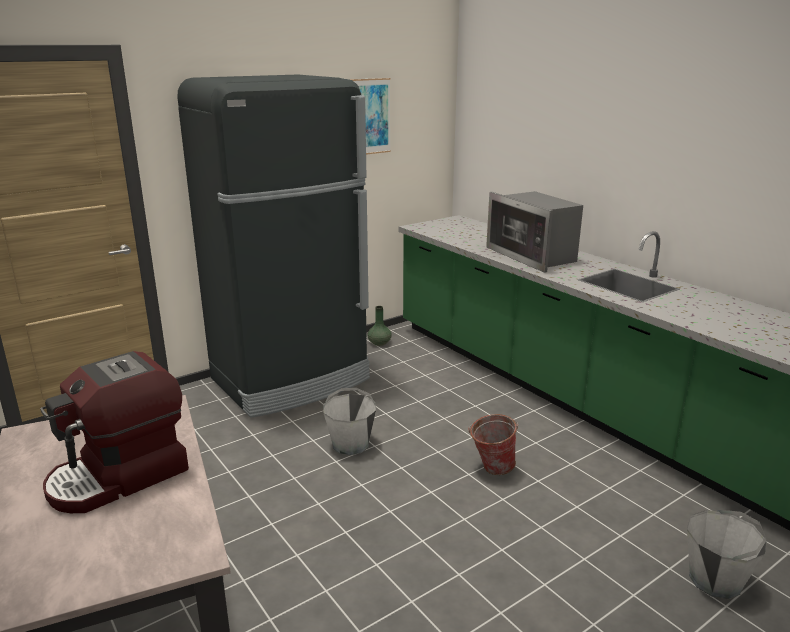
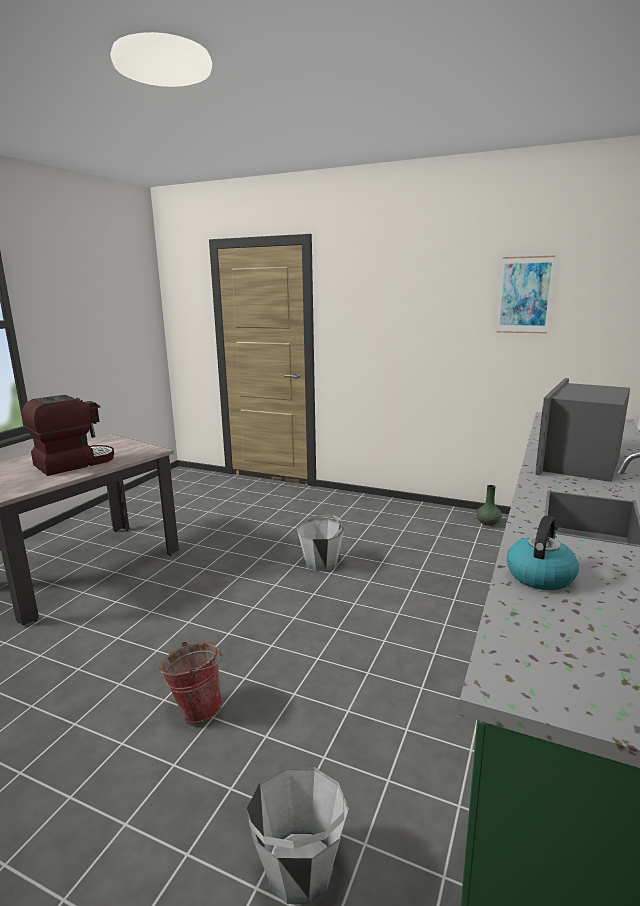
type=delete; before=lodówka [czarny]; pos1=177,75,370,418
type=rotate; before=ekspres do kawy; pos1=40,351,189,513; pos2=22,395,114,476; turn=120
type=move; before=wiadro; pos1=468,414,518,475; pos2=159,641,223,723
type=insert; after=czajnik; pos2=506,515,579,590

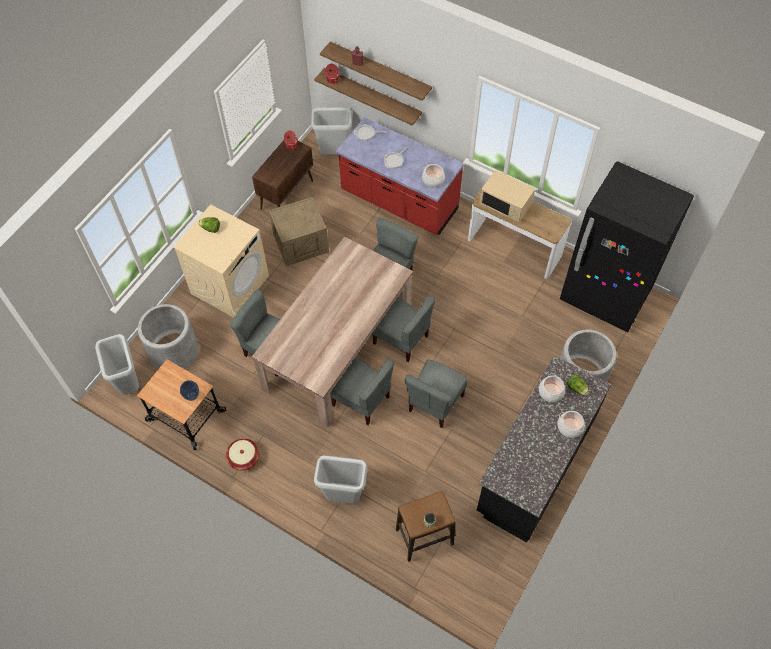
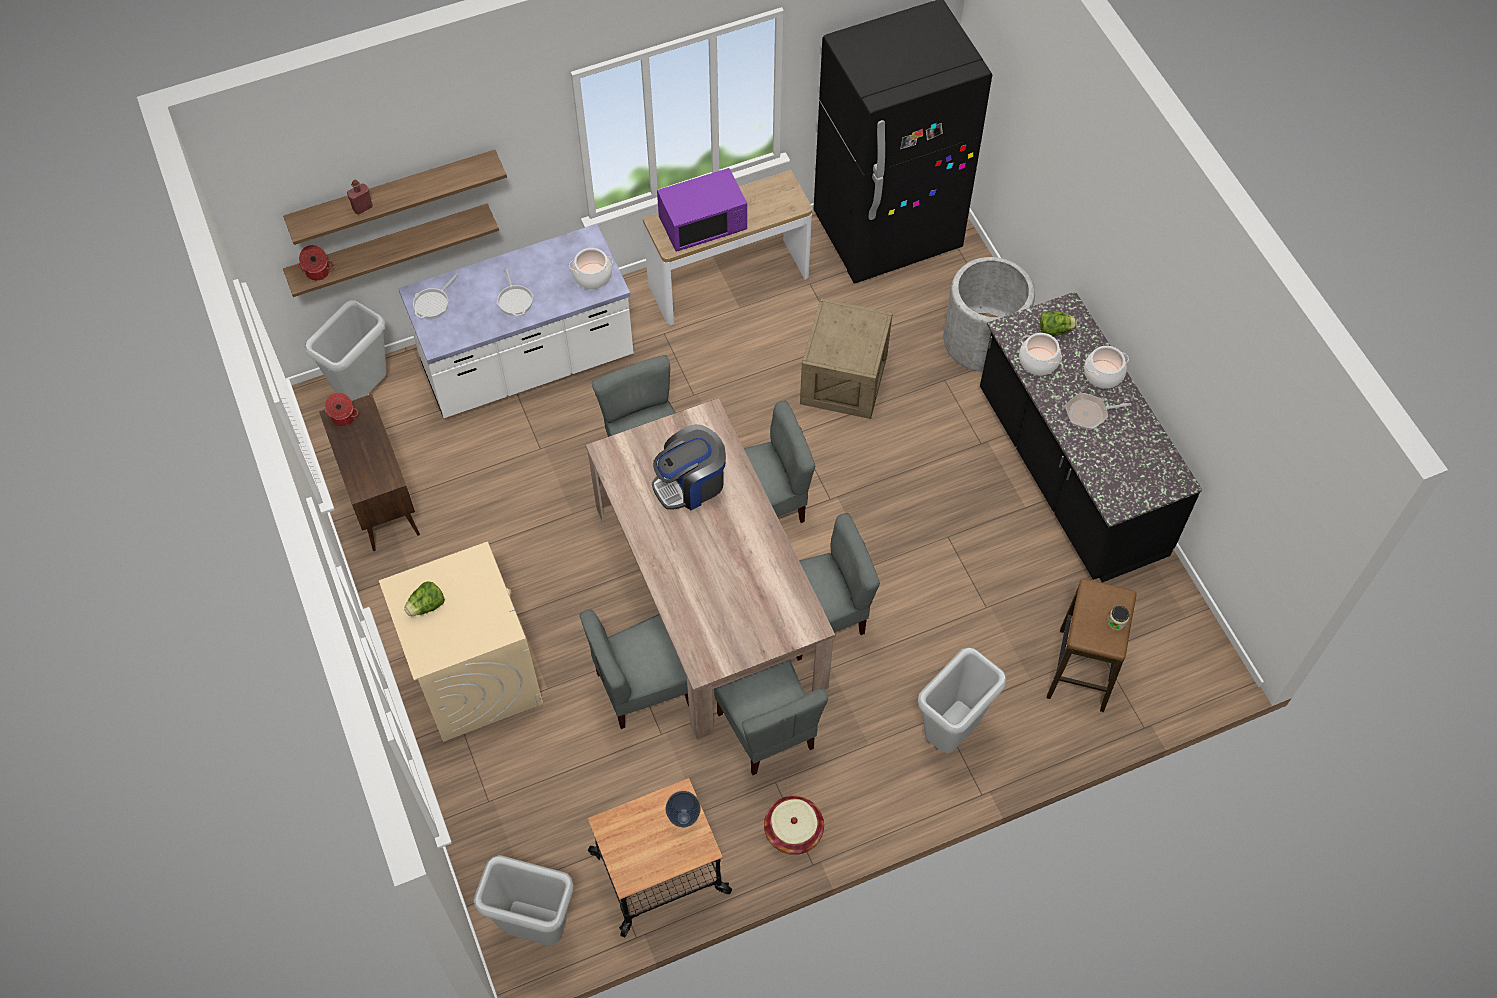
type=recolor; before=zabudowa kuchenna [czerwony]; after=zabudowa kuchenna [biały]; pos1=336,117,464,235; pos2=398,224,634,418
type=recolor; before=mikrofalówka [beżowy]; after=mikrofalówka [fioletowy]; pos1=479,170,535,223; pos2=657,168,747,252
type=move; before=skrzynka; pos1=269,197,329,266; pos2=800,298,893,419
type=delete; before=donica [szary]; pos1=138,304,198,369
type=move; before=krzesło [szary]; pos1=405,359,468,428; pos2=714,659,828,775
type=insert; after=patelnia; pos2=1065,393,1131,430
type=insert; after=ekspres do kawy; pos2=652,424,726,510

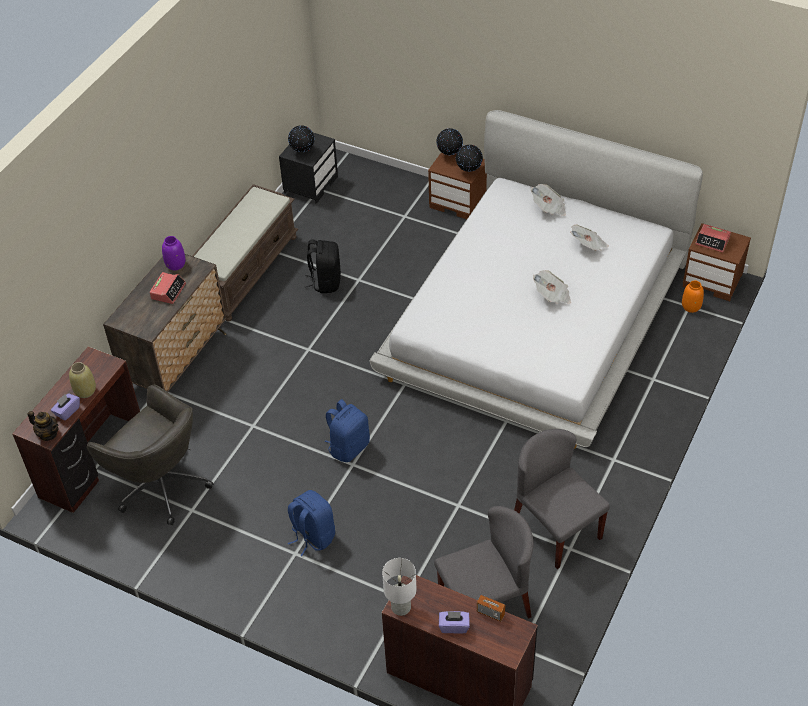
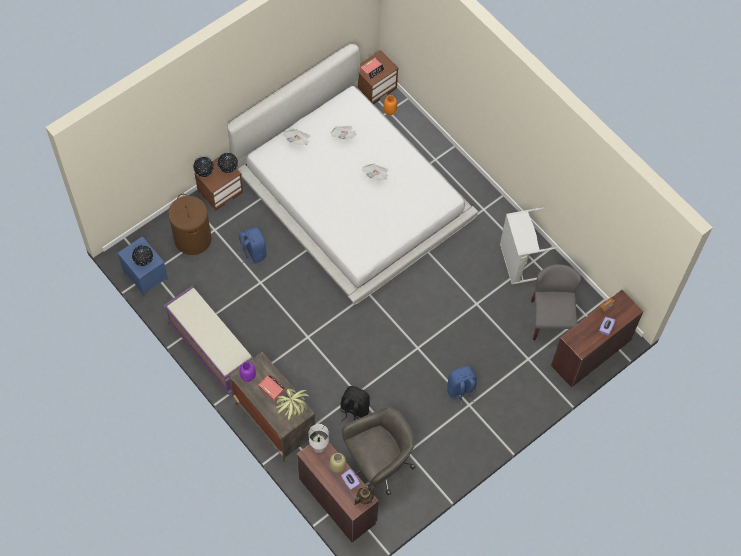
type=recolor; before=szafka nocna [czarny]; after=szafka nocna [niebieski]; pos1=279,133,338,204; pos2=118,236,168,296
type=recolor; before=ławka [brązowy]; after=ławka [fioletowy]; pos1=192,184,298,322; pos2=163,286,253,395
type=move; before=plecak [czarny]; pos1=305,239,341,293; pos2=340,386,370,421
type=move; before=plecak [niebieski]; pos1=325,399,370,462; pos2=237,227,266,264
type=replace; before=krzesło [szary]; after=kosz na pranie [szary]; pos1=514,429,610,569; pos2=500,207,557,284
type=move; before=lampa stołowa [biały]; pos1=382,558,417,616; pos2=309,424,329,453
type=insert; after=kosz na pranie [brązowy]; pos2=168,194,212,255
type=insert; after=roślina doniczkowa; pos2=276,389,309,420

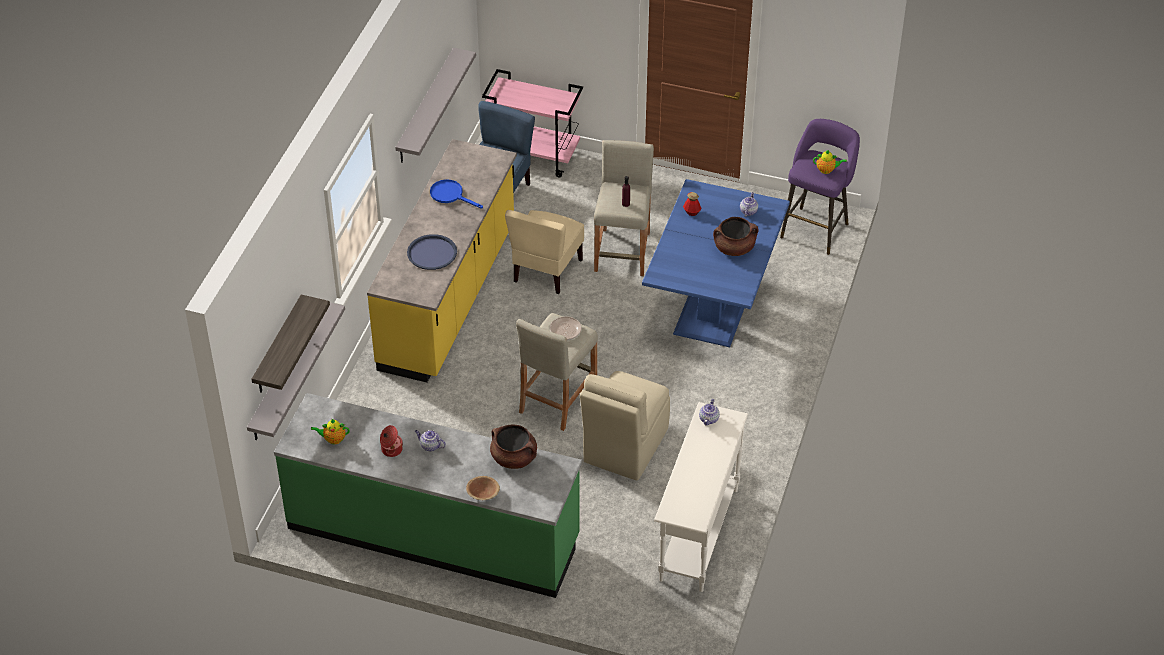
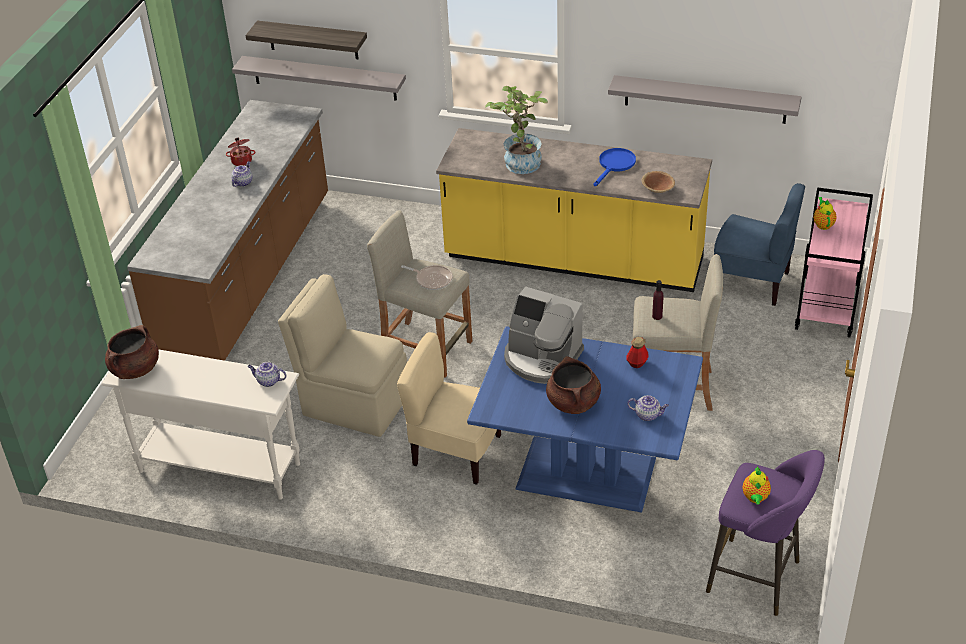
type=move; before=krzesło [beżowy]; pos1=505,210,584,294; pos2=397,332,501,484
type=replace; before=taca [niebieski]; after=roślina doniczkowa; pos1=407,234,457,270; pos2=485,86,548,174
type=recolor; before=zabudowa kuchenna [zielony]; after=zabudowa kuchenna [brązowy]; pos1=274,393,582,598; pos2=127,100,328,361
type=move; before=imbryk; pos1=311,419,350,444; pos2=813,197,837,230
type=move; before=garnek [brązowy]; pos1=490,425,537,469; pos2=105,325,159,379
type=move; before=miska [brązowy]; pos1=466,476,500,500; pos2=642,171,675,193
type=insert; after=ekspres do kawy; pos2=504,286,584,384

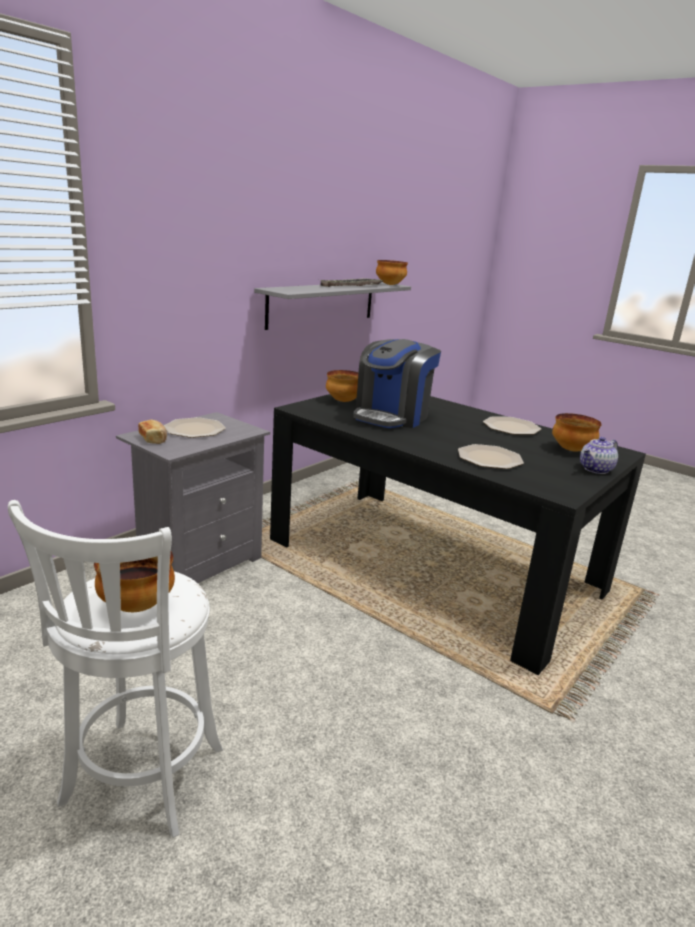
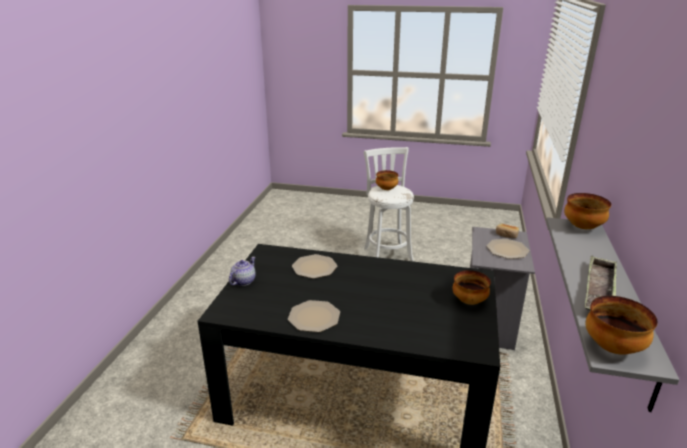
type=delete; before=ekspres do kawy; pos1=353,339,441,428
type=move; before=miska; pos1=552,413,602,451; pos2=564,193,611,229

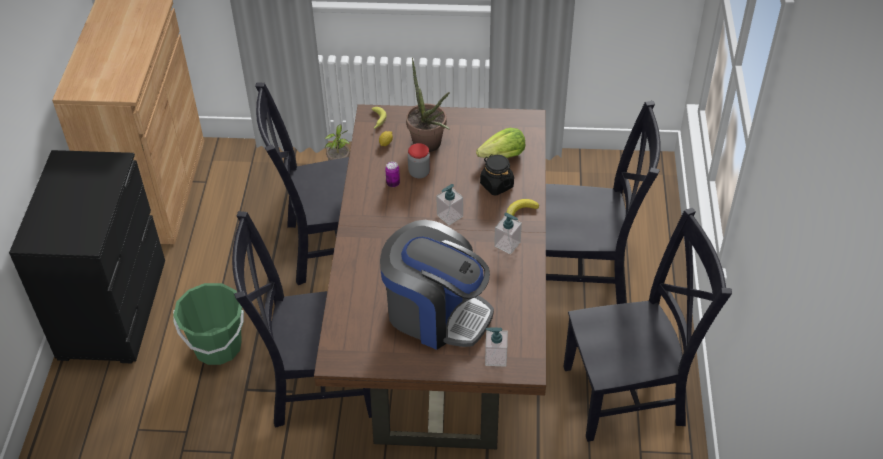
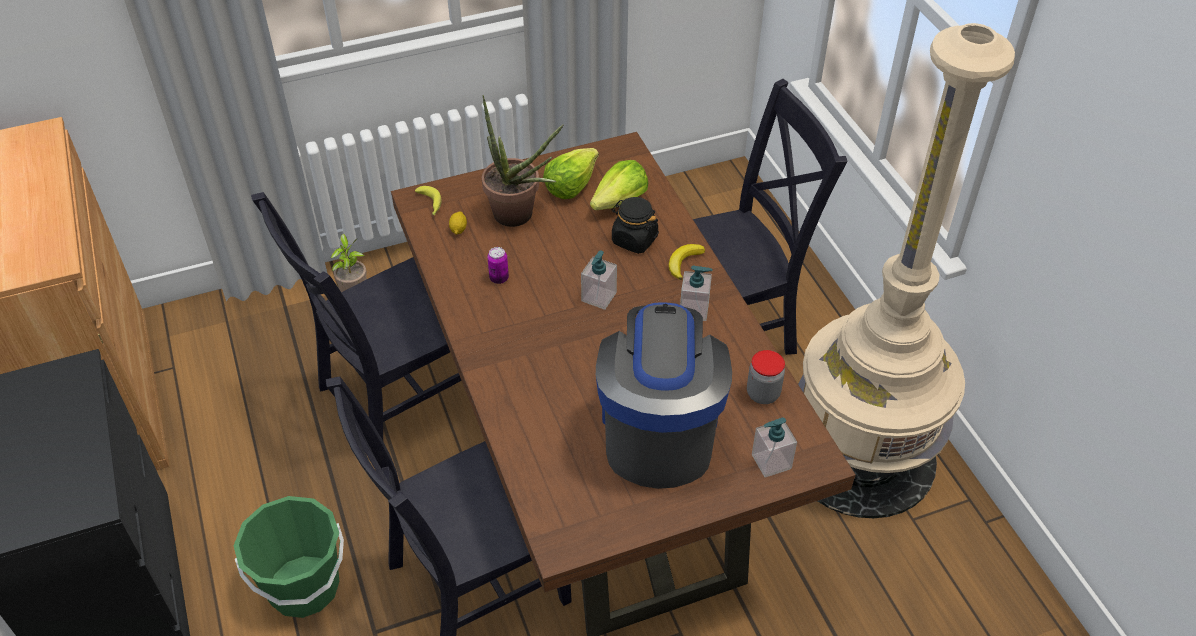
type=move; before=słoik; pos1=408,143,430,179; pos2=747,350,785,404
type=replace; before=krzesło [czarny]; after=lampa stojąca [beżowy]; pos1=563,208,732,442; pos2=798,23,1015,518
type=rotate; before=ekspres do kawy; pos1=380,220,494,350; pos2=596,302,732,489; turn=-90
type=insert; after=sałata; pos2=543,148,599,199

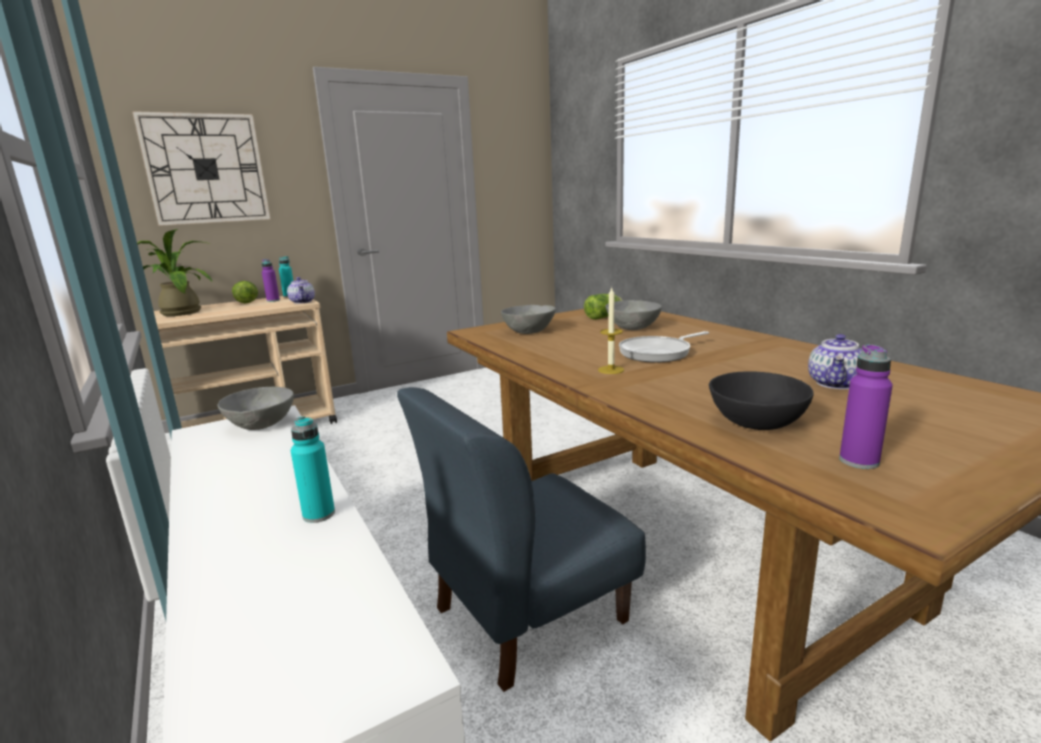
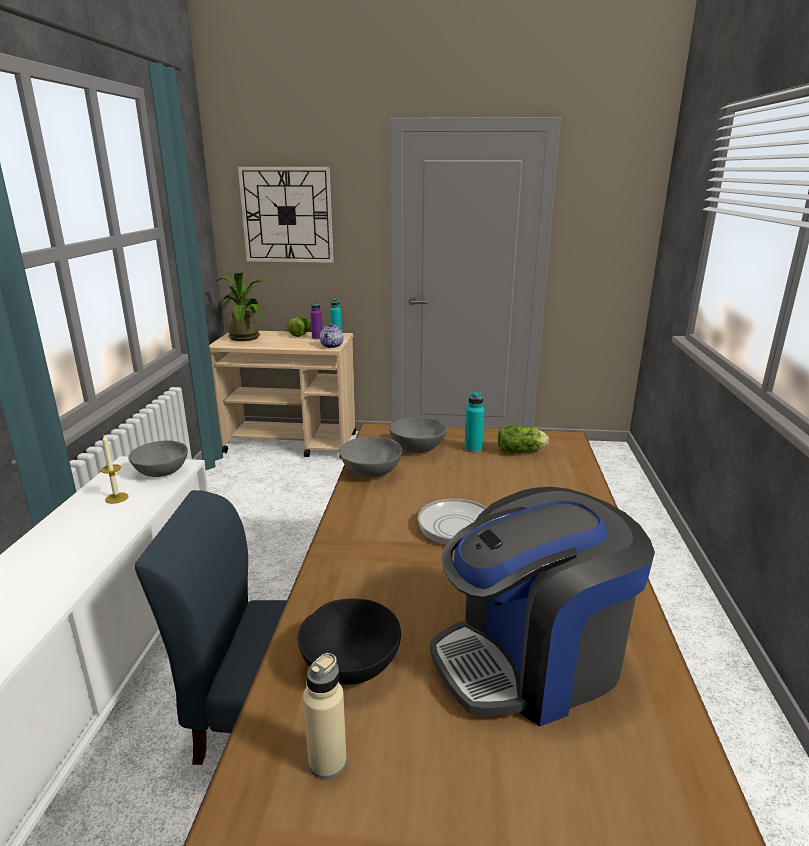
type=move; before=świeca; pos1=598,286,624,374; pos2=101,435,128,504
type=move; before=miska [szary]; pos1=606,300,662,330; pos2=339,436,402,478
type=replace; before=imbryk; after=ekspres do kawy; pos1=808,334,862,389; pos2=430,487,655,727
type=recolor; before=butelka [fioletowy]; after=butelka [beżowy]; pos1=839,344,893,469; pos2=303,653,347,779
type=move; before=butelka [turkusowy]; pos1=291,416,335,523; pos2=464,391,485,452

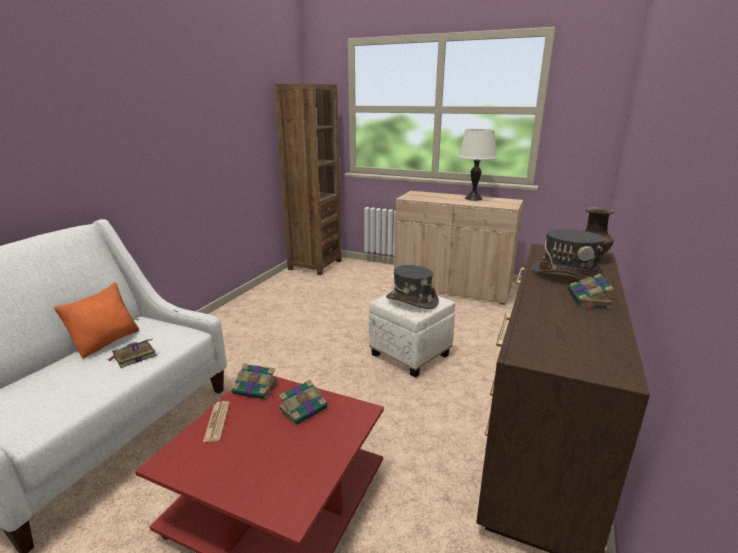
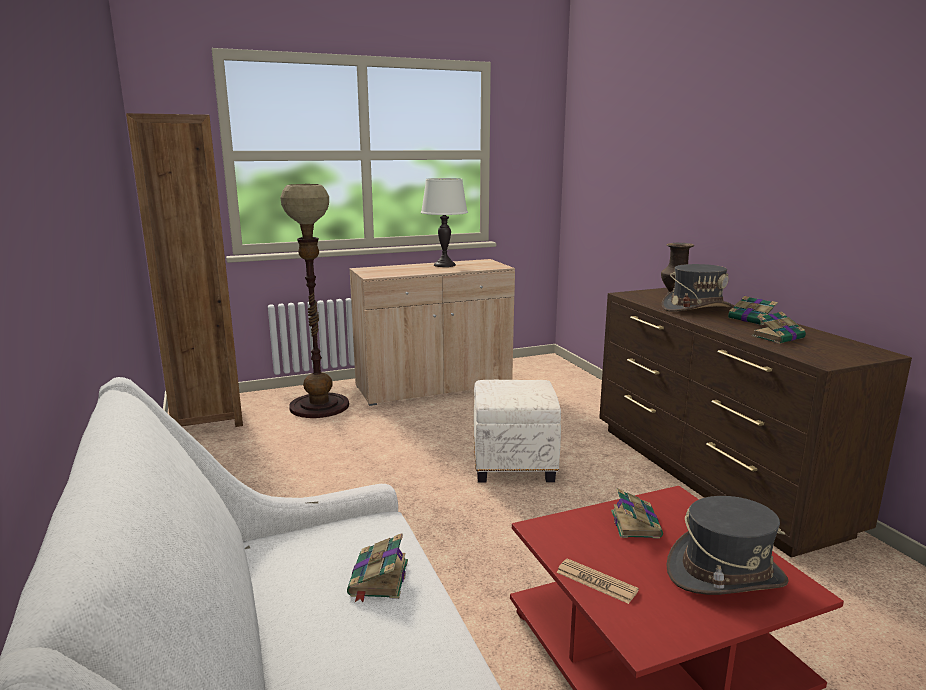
type=move; before=kapelusz [szary]; pos1=386,265,439,309; pos2=666,496,789,595
type=delete; before=poduszka [pomarańczowy]; pos1=54,282,139,359
type=move; before=książka; pos1=232,364,278,399; pos2=752,311,806,344
type=insert; after=lampa stojąca; pos2=280,184,349,418

